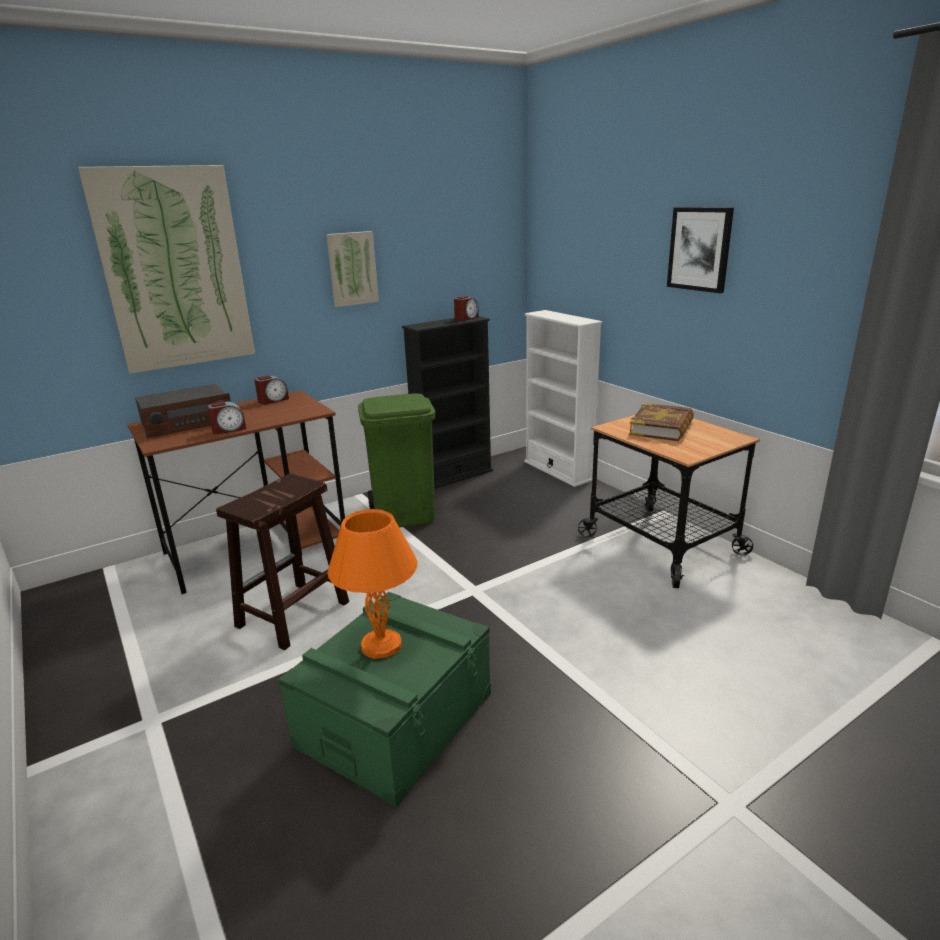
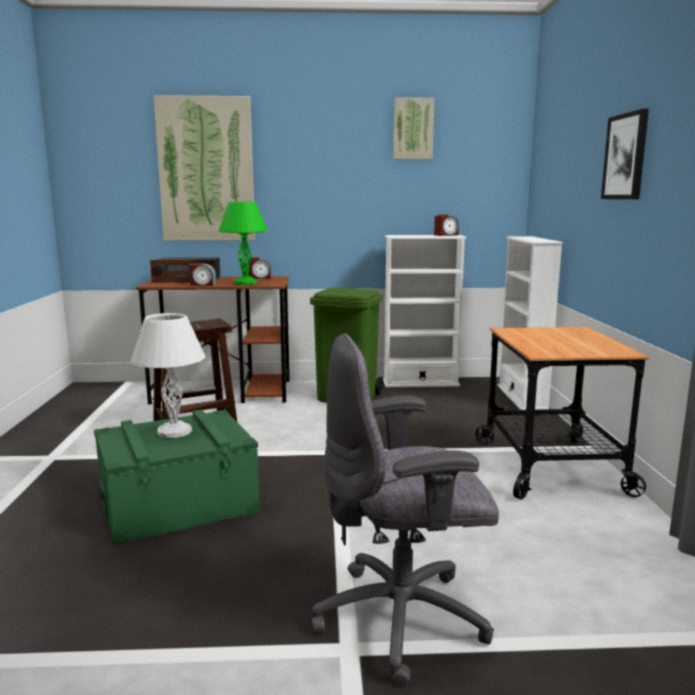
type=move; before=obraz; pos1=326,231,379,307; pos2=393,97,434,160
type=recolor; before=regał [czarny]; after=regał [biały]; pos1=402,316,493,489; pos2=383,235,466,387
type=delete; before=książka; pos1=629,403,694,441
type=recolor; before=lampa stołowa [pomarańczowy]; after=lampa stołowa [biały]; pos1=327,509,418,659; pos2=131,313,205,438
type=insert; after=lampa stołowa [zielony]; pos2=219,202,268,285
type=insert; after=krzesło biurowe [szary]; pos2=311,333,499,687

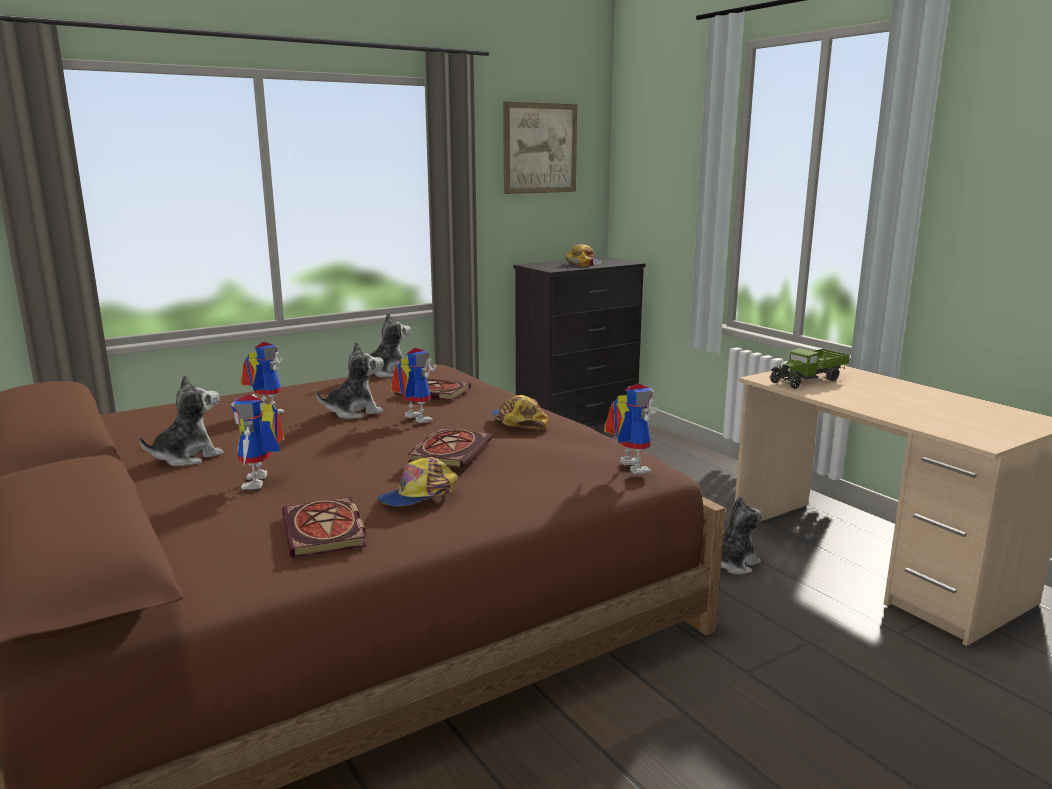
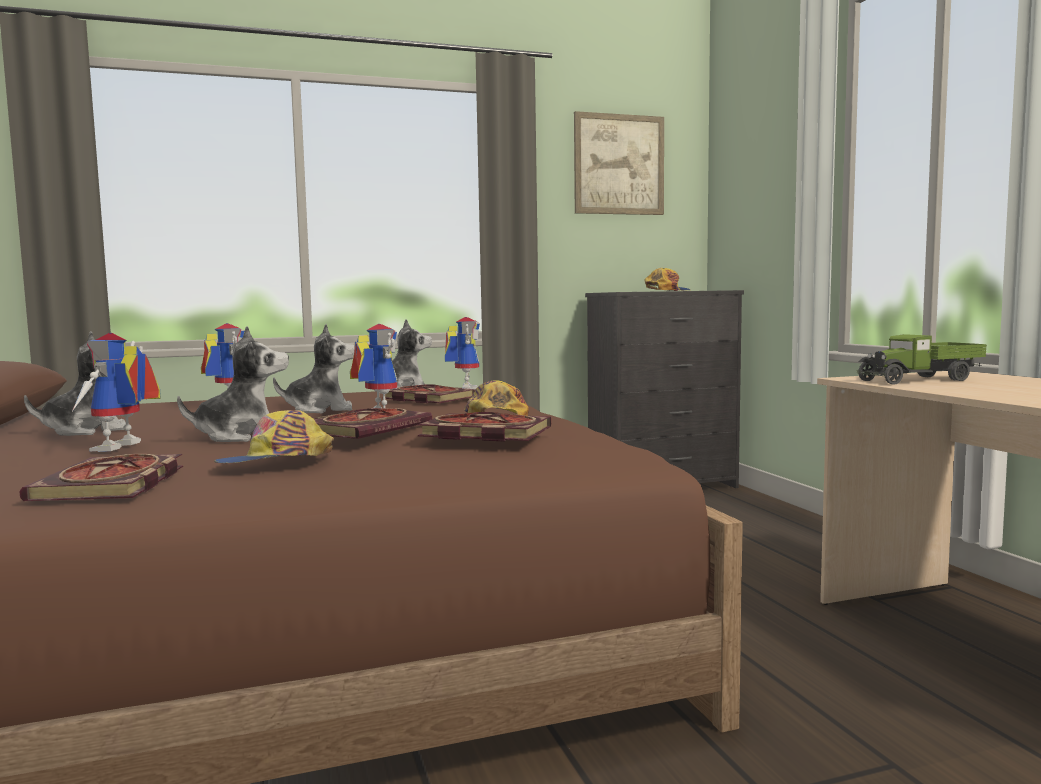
type=move; before=robot zabawkowy; pos1=604,383,658,474; pos2=445,317,480,389
type=move; before=pluszak; pos1=721,496,762,574; pos2=177,326,289,442
type=insert; after=książka; pos2=417,412,551,442

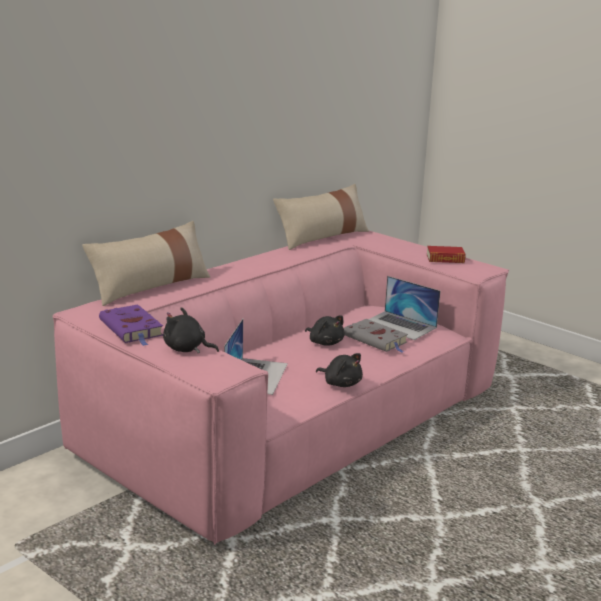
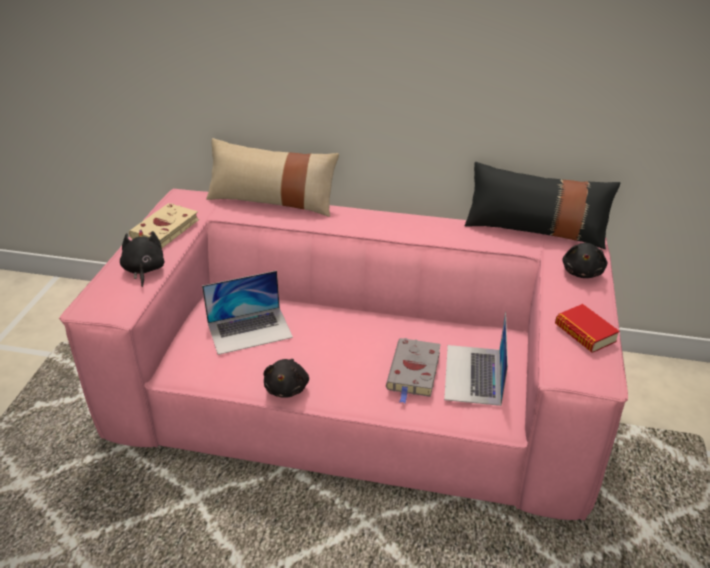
type=recolor; before=poduszka [beżowy]; after=poduszka [czarny]; pos1=273,184,369,250; pos2=464,162,620,249
type=recolor; before=książka [fioletowy]; after=książka [beżowy]; pos1=99,304,163,346; pos2=129,203,199,248
type=move; before=pluszak [czarny]; pos1=305,316,345,346; pos2=562,243,607,278

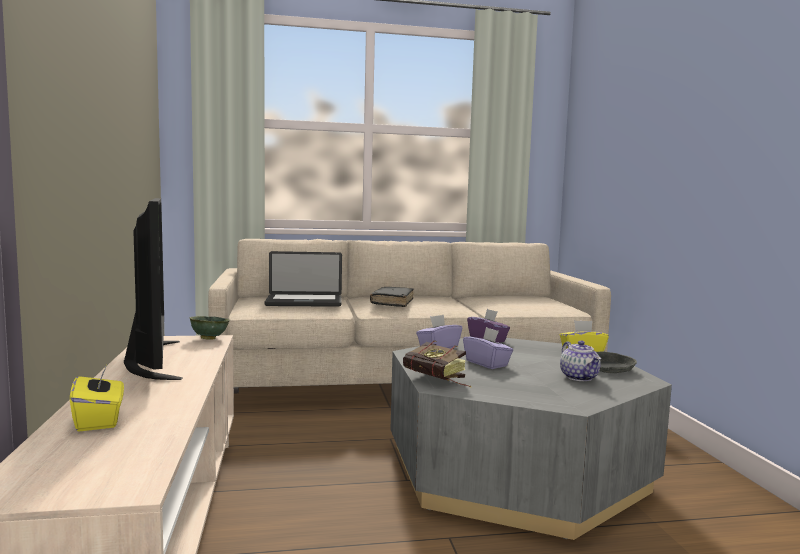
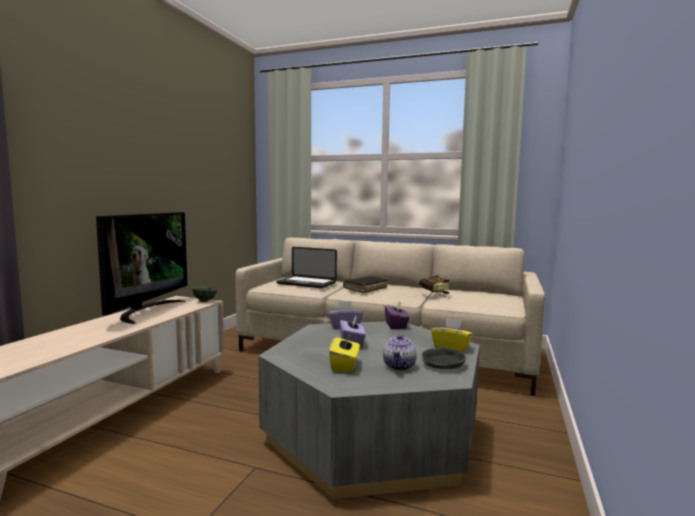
type=move; before=książka; pos1=403,341,471,387; pos2=419,275,449,298
type=move; before=pudełko chusteczek [żółty]; pos1=70,365,124,431; pos2=329,333,360,372

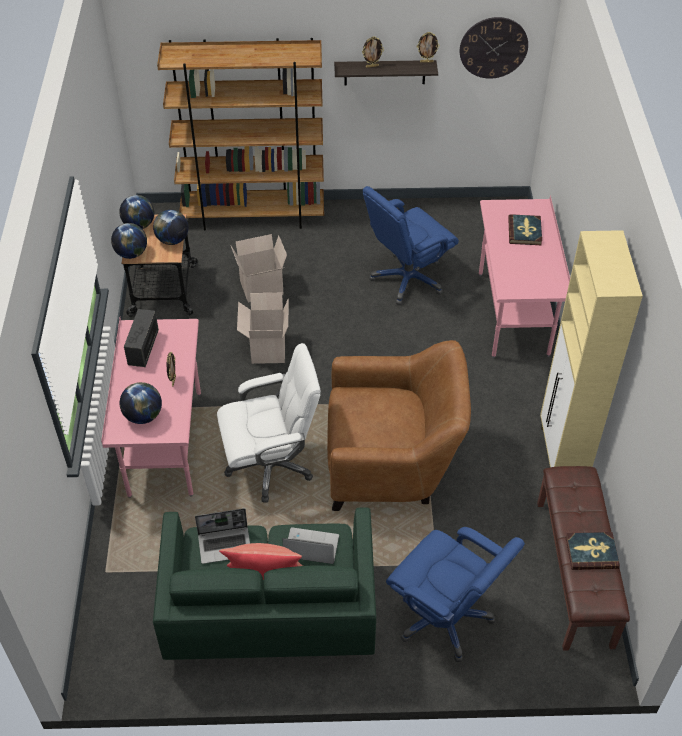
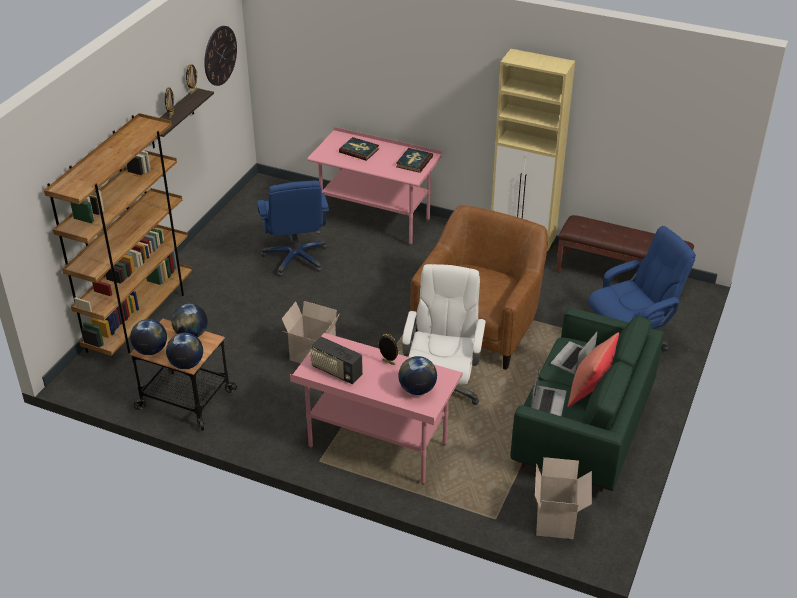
type=move; before=karton; pos1=231,234,287,303; pos2=535,457,592,539
type=move; before=książka; pos1=566,532,620,570; pos2=396,148,433,173

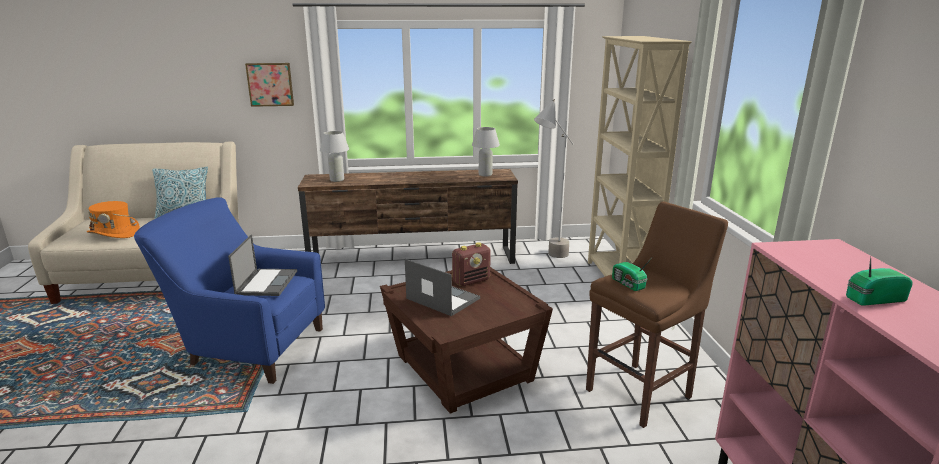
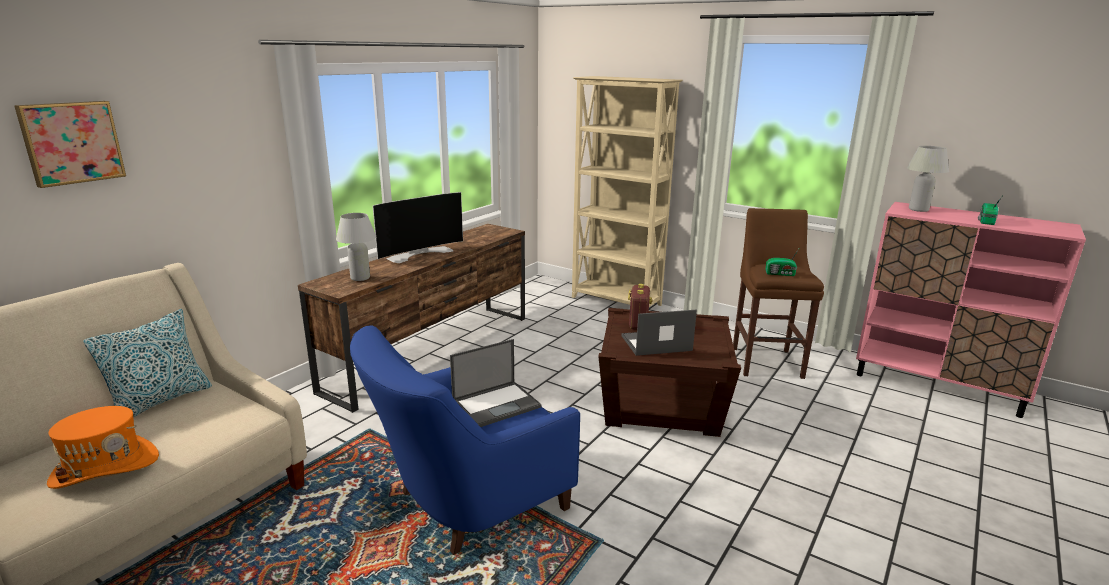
type=move; before=obraz; pos1=245,63,294,107; pos2=14,101,126,188
type=delete; before=lampa stojąca [szary]; pos1=534,99,573,258
type=move; before=lampa stołowa [biały]; pos1=472,127,500,177; pos2=907,146,949,212
type=rotate; before=laptop; pos1=228,234,297,296; pos2=450,339,542,427; turn=105
type=insert; after=telewizor; pos2=373,192,463,263

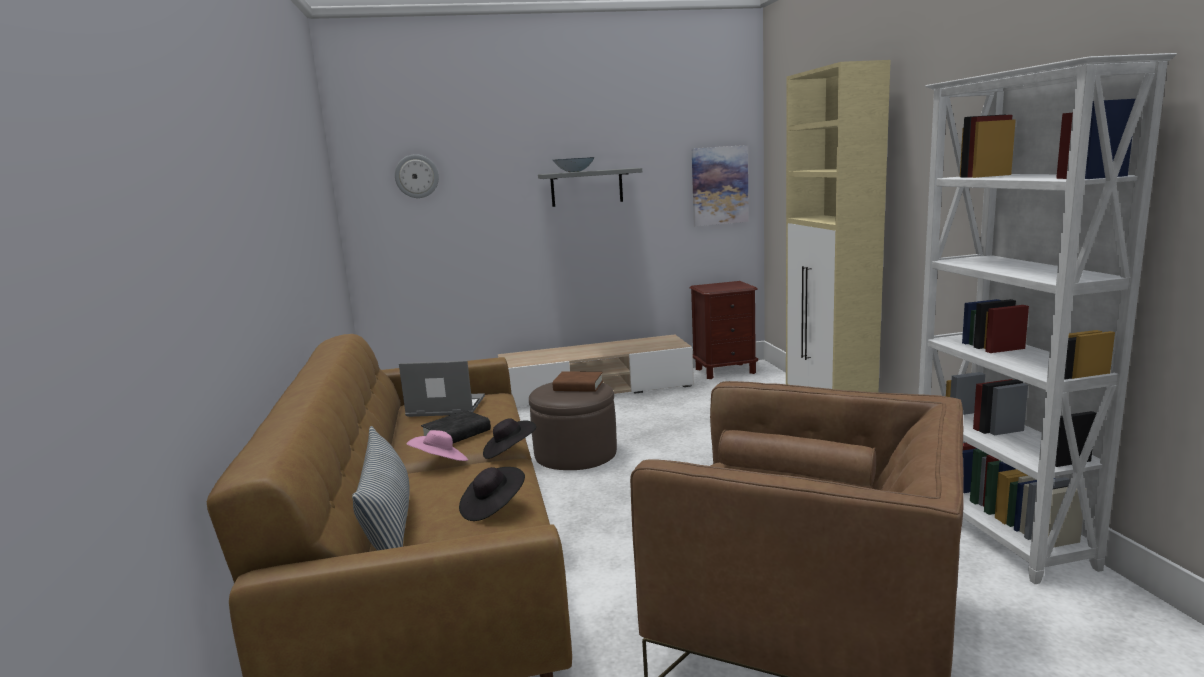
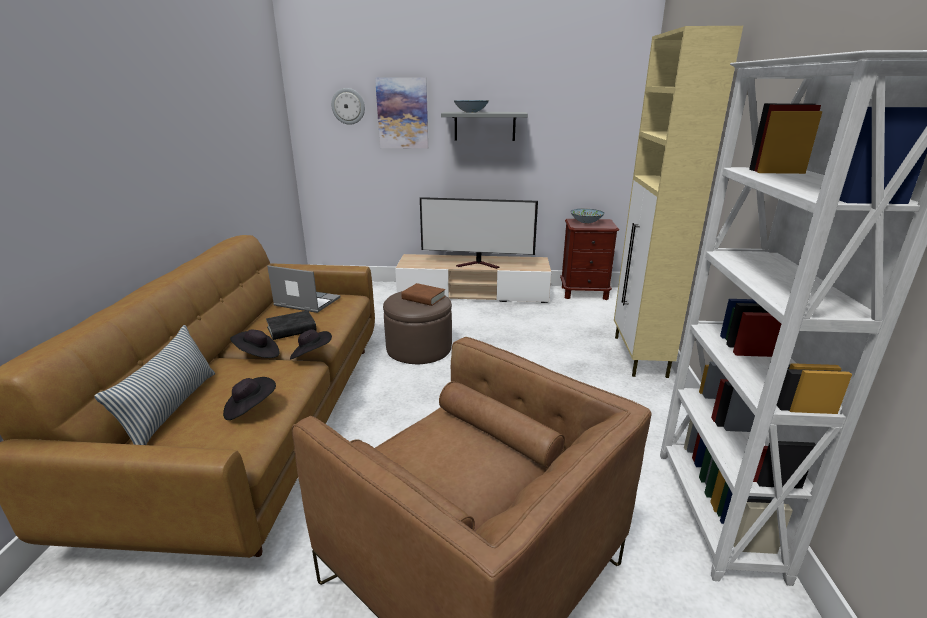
type=move; before=obraz; pos1=692,145,749,226; pos2=375,77,428,149
type=recolor; before=kapelusz [różowy]; after=kapelusz [czarny]; pos1=407,430,468,461; pos2=230,329,280,358
type=insert; after=telewizor; pos2=420,197,538,269
type=insert; after=miska; pos2=570,209,605,224

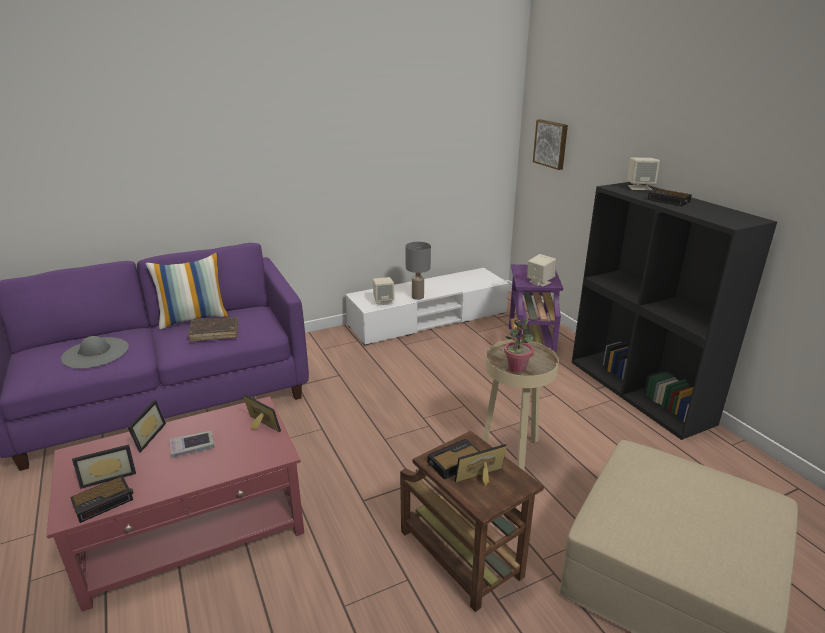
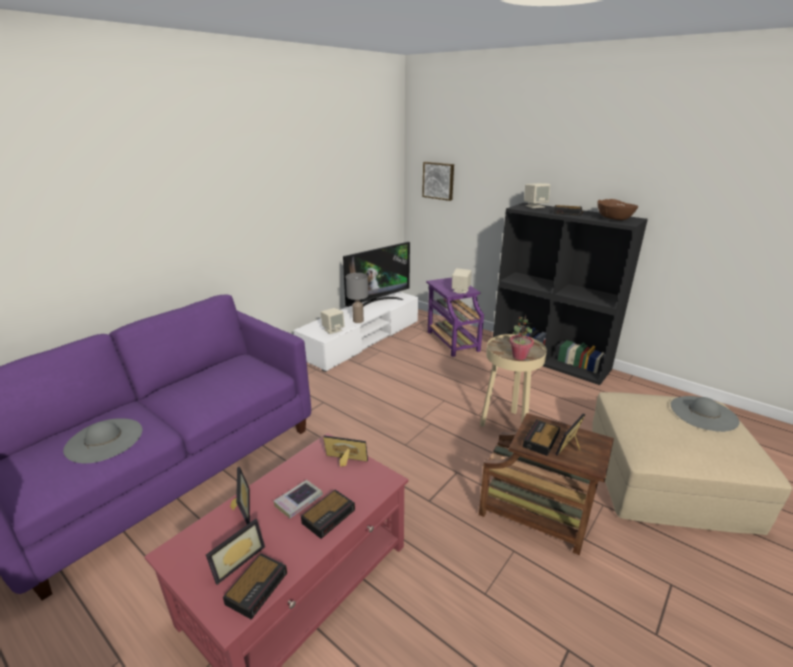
type=delete; before=poduszka; pos1=146,252,230,330
type=delete; before=książka [brązowy]; pos1=188,317,238,342
type=insert; after=miska [brązowy]; pos2=597,199,638,220
type=insert; after=telewizor; pos2=343,242,410,307
type=insert; after=kapelusz [szary]; pos2=671,396,739,432
type=insert; after=budzik; pos2=301,490,355,539

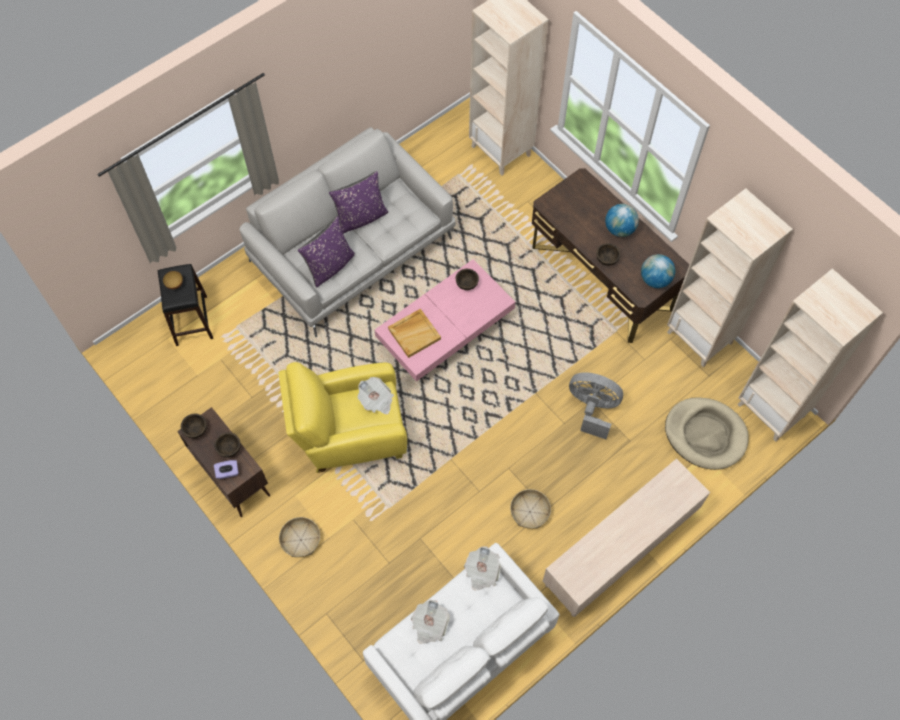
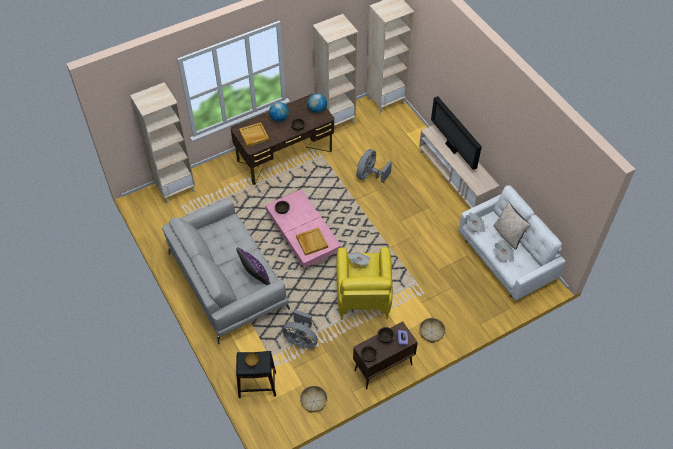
type=delete; before=poduszka [fioletowy]; pos1=329,171,388,234
type=delete; before=legowisko [beżowy]; pos1=665,397,749,470
type=move; before=koszyk; pos1=510,489,551,529; pos2=300,386,328,413
type=insert; after=telewizor; pos2=431,96,482,170
type=insert; after=taca [beżowy]; pos2=239,122,269,147
type=insert; after=poduszka [beżowy]; pos2=493,201,531,250
type=insert; after=wentylator [szary]; pos2=282,310,318,349

